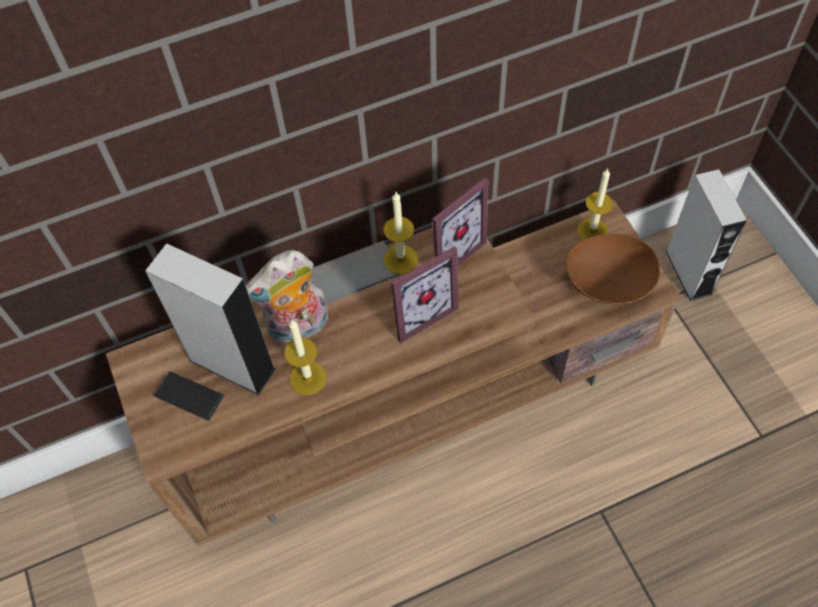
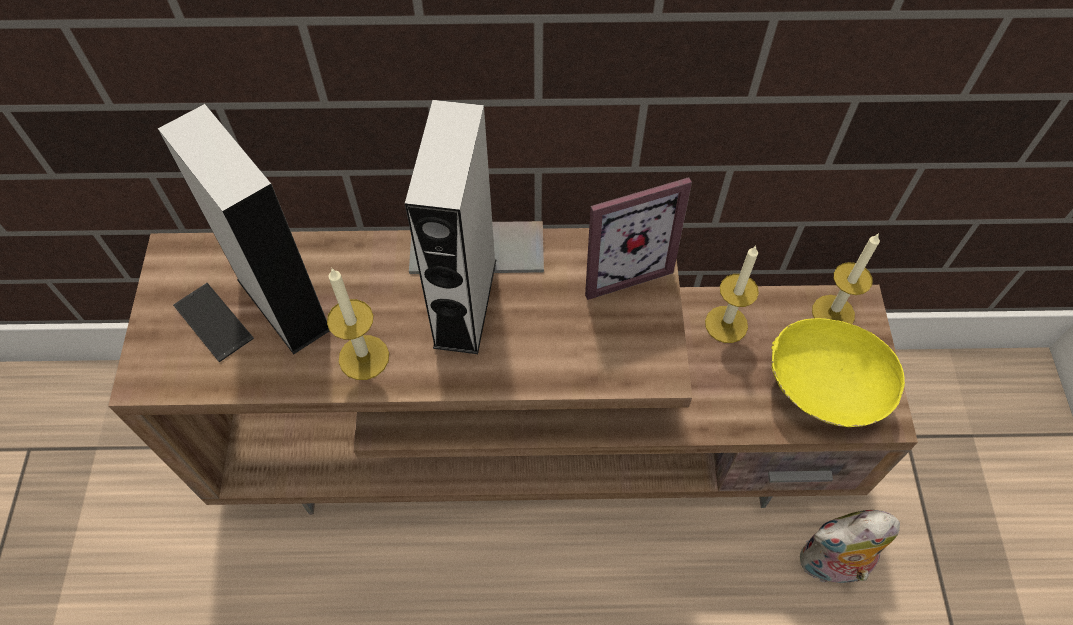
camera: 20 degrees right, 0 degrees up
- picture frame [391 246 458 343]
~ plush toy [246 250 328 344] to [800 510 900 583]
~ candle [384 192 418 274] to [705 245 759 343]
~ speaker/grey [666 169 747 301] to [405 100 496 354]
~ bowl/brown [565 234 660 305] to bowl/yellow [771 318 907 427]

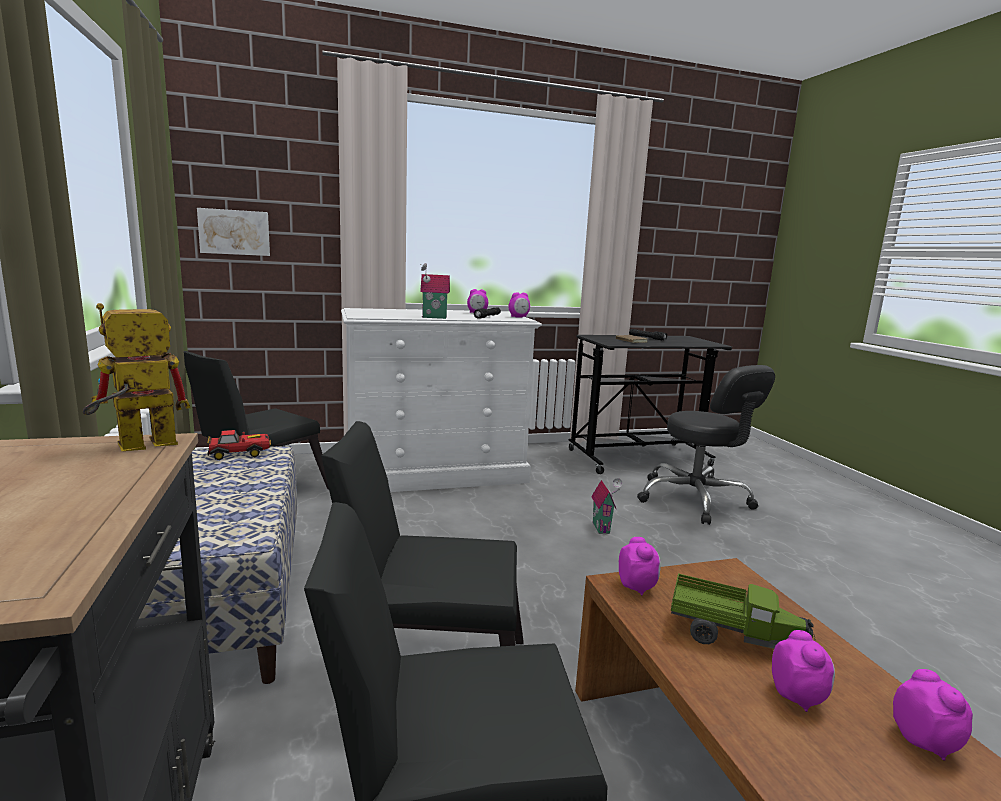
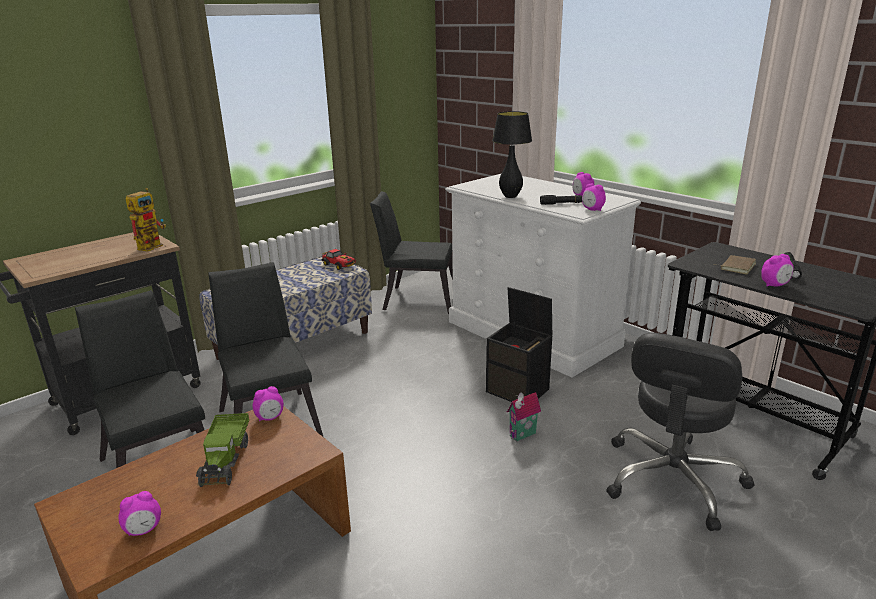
camera: 65 degrees right, 10 degrees up
- picture [197 208 270 256]
+ storage box/black [486 287 552 402]
~ alarm clock [772 630 835 712] to [761 254 794 287]
~ toy house [420 263 450 319] to table lamp/black [492 111 532 198]
~ toy robot [83 303 190 451] = [126 188 166 252] 90 degrees clockwise

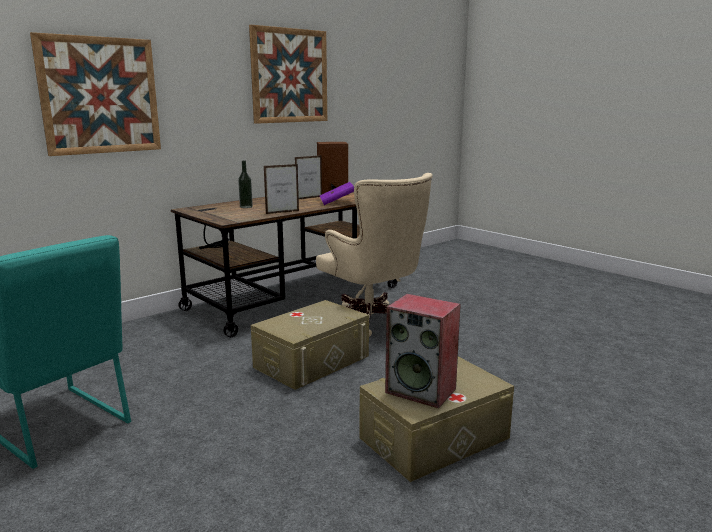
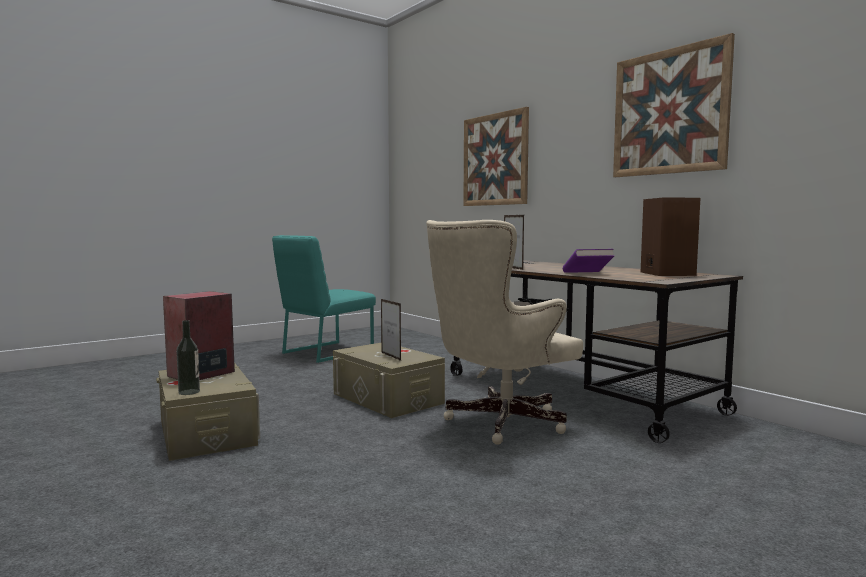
camera: 95 degrees right, 10 degrees down
~ bottle [238 161 253 208] to [176 320 200 395]
~ picture frame [295 155 322 199] to [381 299 401 361]

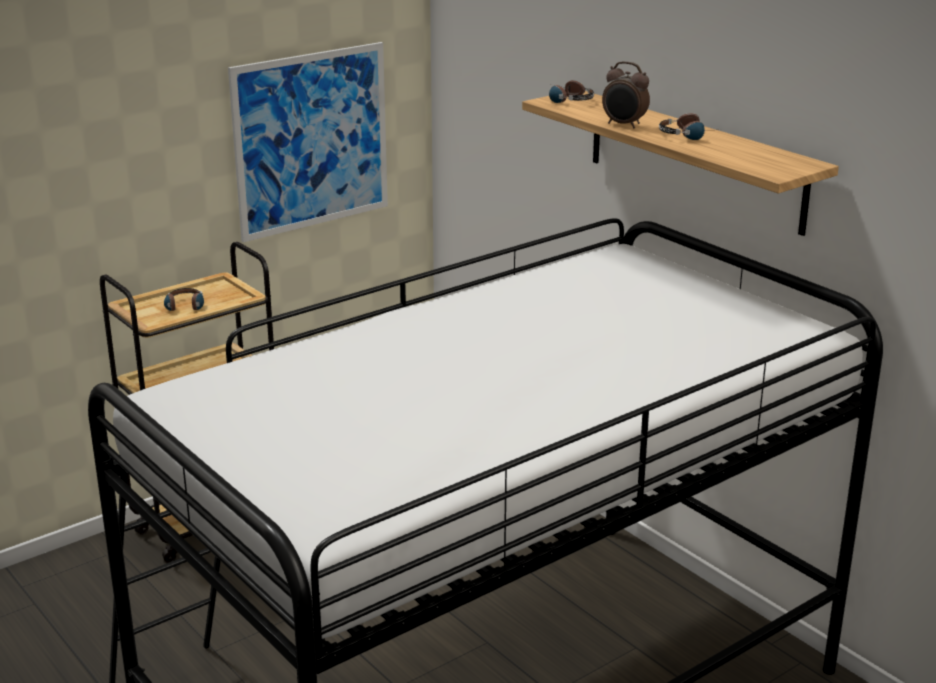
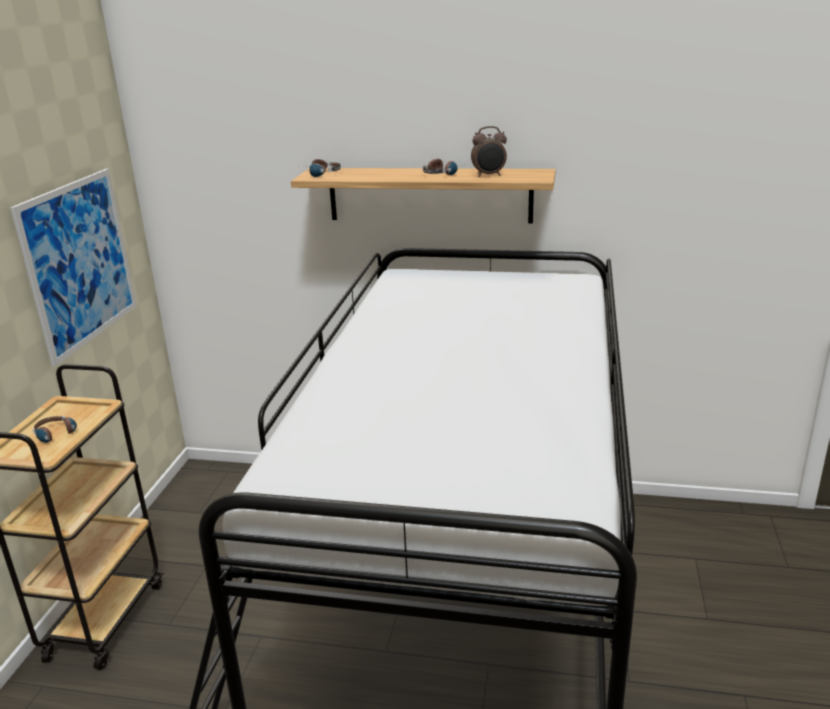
camera: 40 degrees left, 0 degrees up
~ alarm clock [602 61 650 128] to [471 126 507 177]

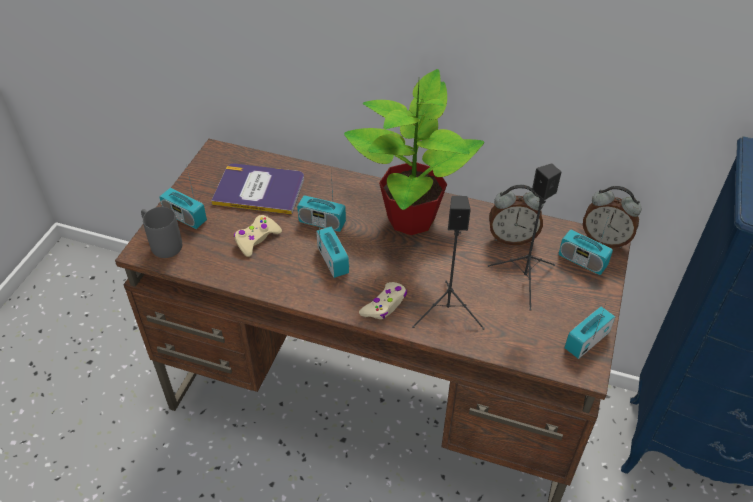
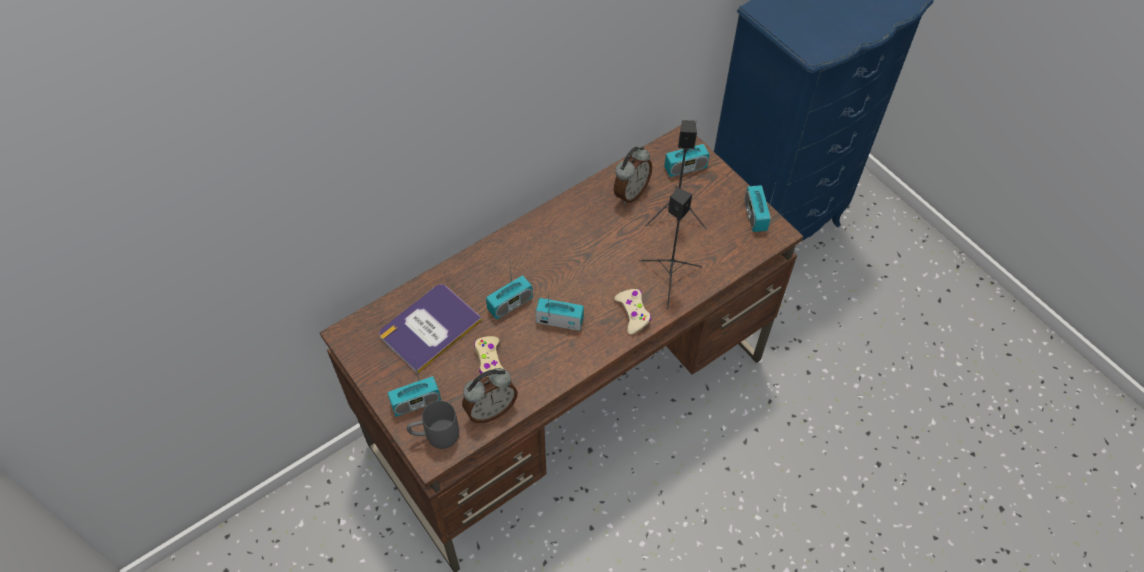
camera: 55 degrees left, 10 degrees up
- potted plant [344 69 484 235]
~ alarm clock [583 186 641 248] to [462 368 518 423]

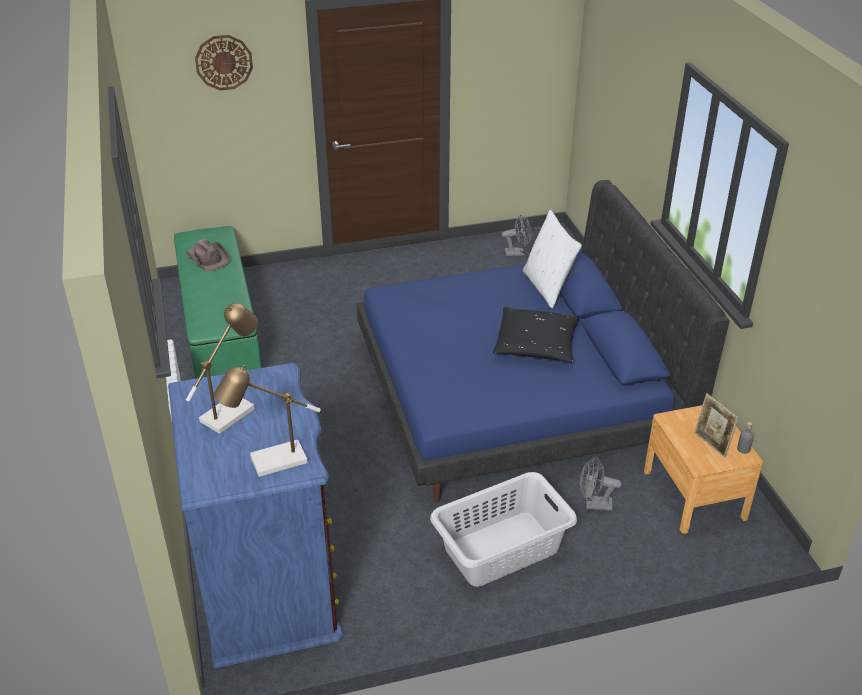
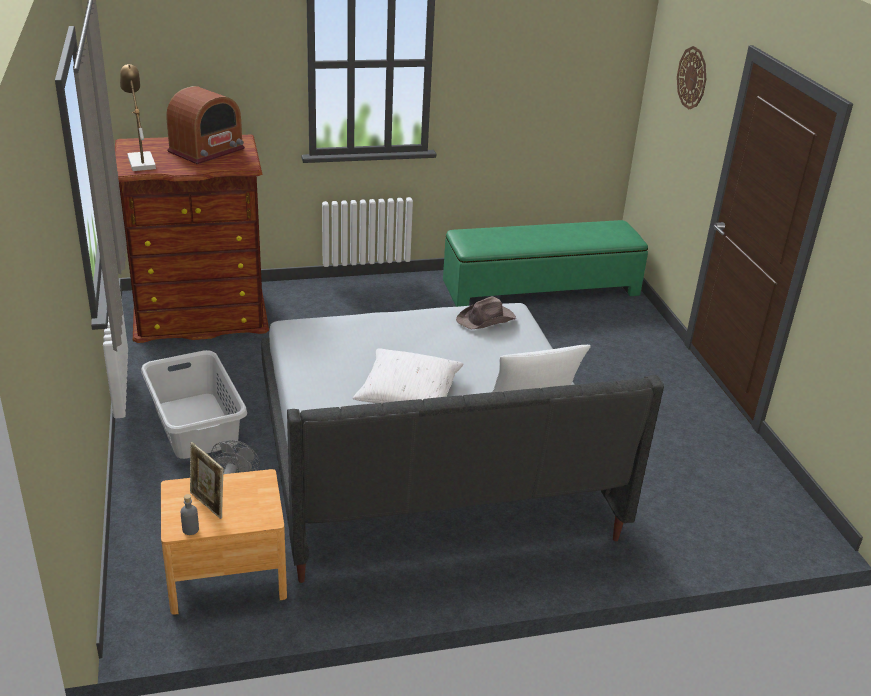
camera: 90 degrees right, 5 degrees down
- fan/grey [502 214 532 256]
~ hat/brown [186 239 230 272] to [456 296 516 330]
~ table lamp [186 303 258 434] to radio [166 86 245 165]
~ dresser/blue [168 363 344 669] to dresser/brown [115 135 269 343]
~ bed/blue [357 180 730 503] to bed/grey [261 303 664 583]
~ pillow/black [493 307 579 363] to pillow/white [353 348 463 404]
~ picture frame [694 393 739 458] = [190 442 223 519] 105 degrees counterclockwise

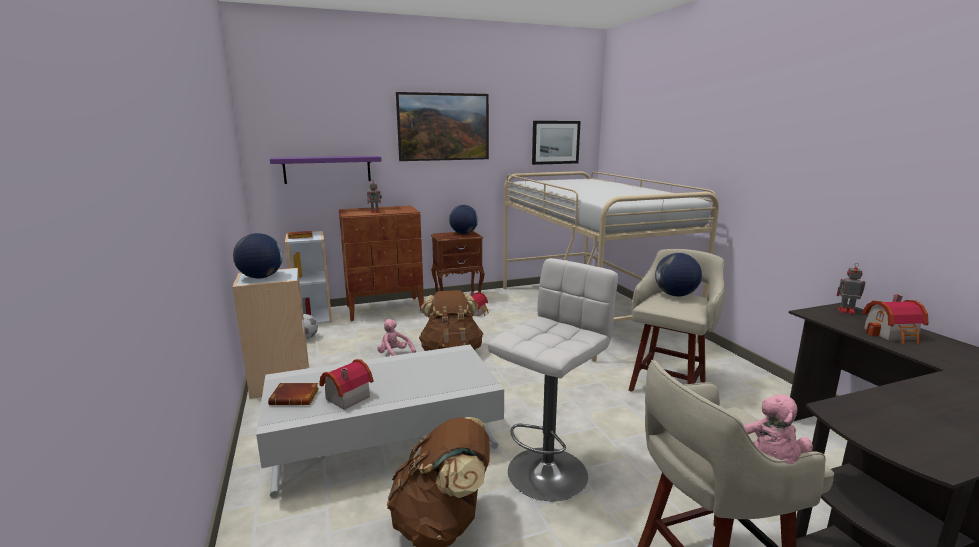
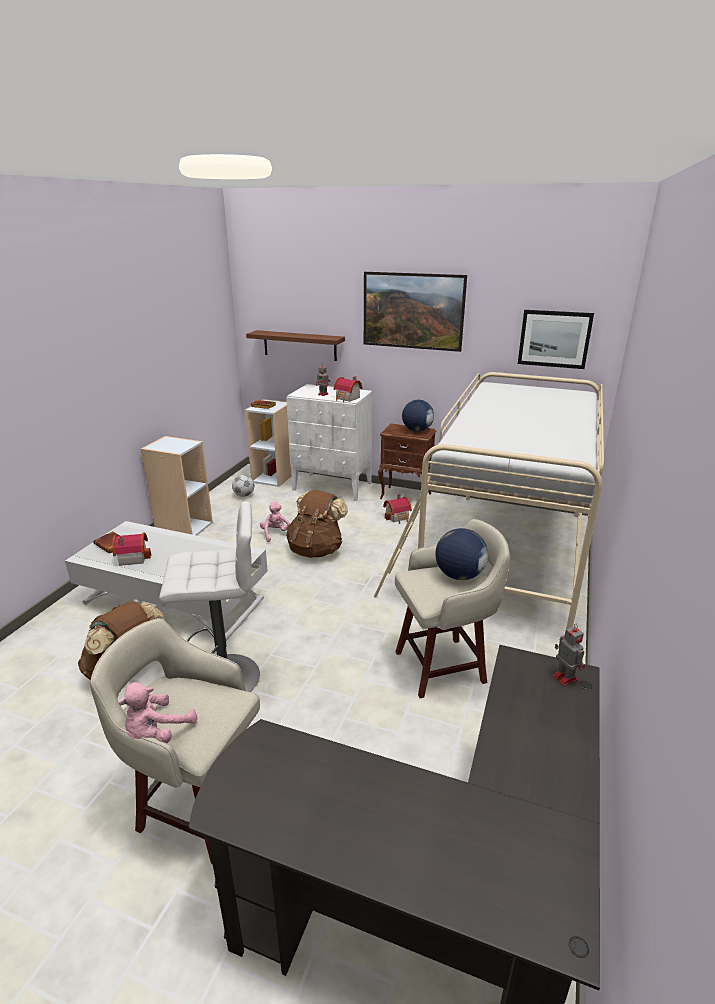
camera: 40 degrees right, 10 degrees up
- globe [233 233 283 278]
~ toy house [862 294 929 344] to [333 376 363 402]
~ shelf/purple [270 156 382 184] to shelf/brown [246 330 345 361]
~ dresser/brown [339 205 424 321] to dresser/white [286 384 373 501]

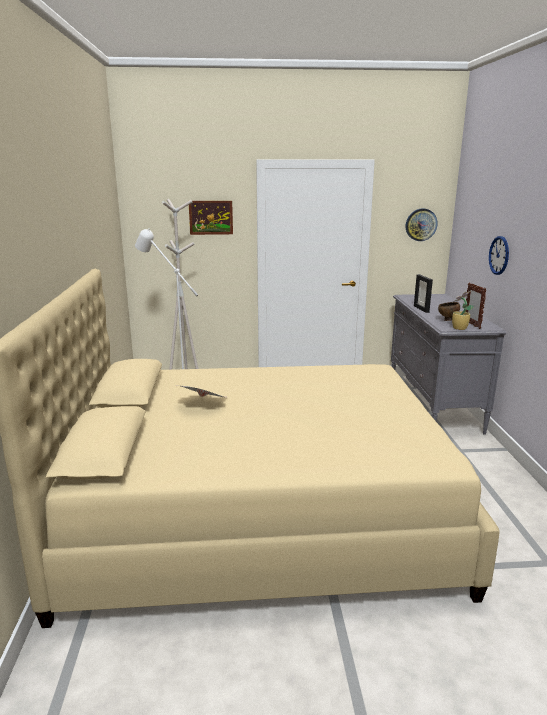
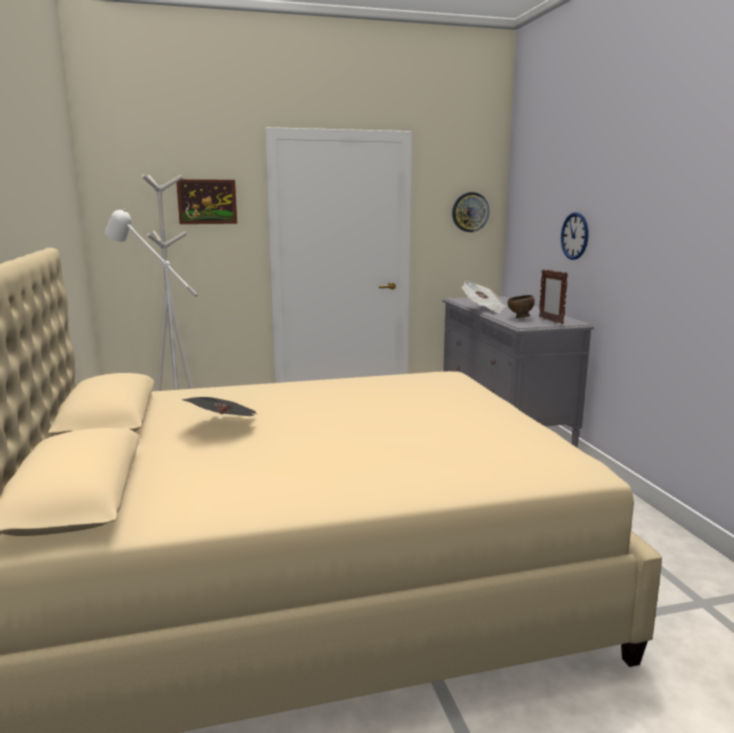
camera: 10 degrees left, 5 degrees down
- potted plant [452 291 474 330]
~ picture frame [414 274 433 313] to newspaper [462 281 506 313]

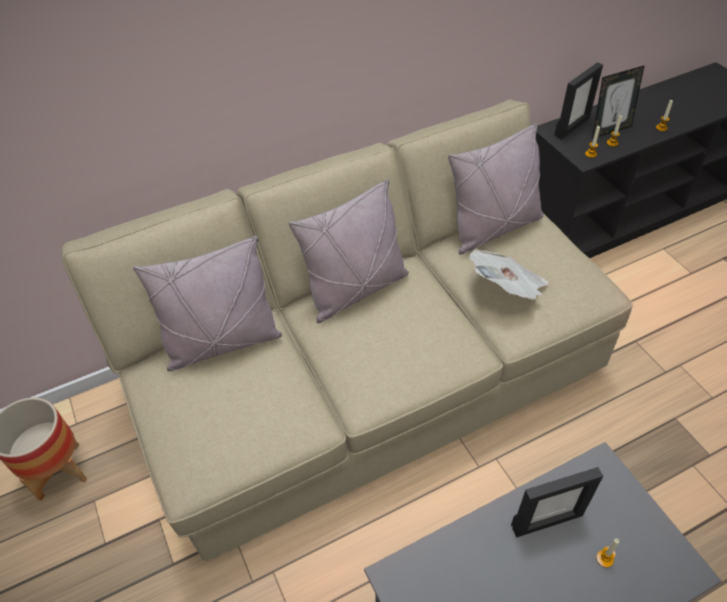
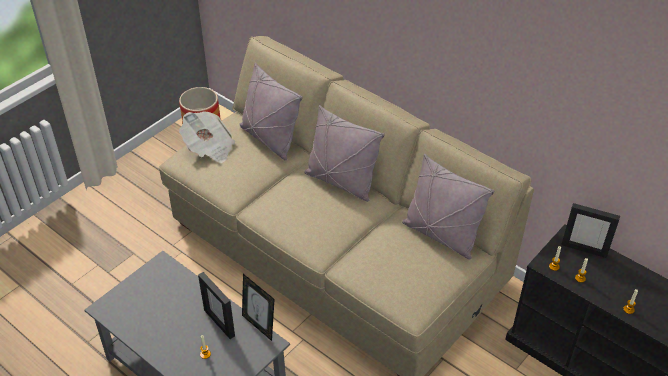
camera: 65 degrees right, 5 degrees down
~ newspaper [469 249 548 300] to [179 111 235 163]
~ picture frame [592 65 645 139] to [242 274 275 341]

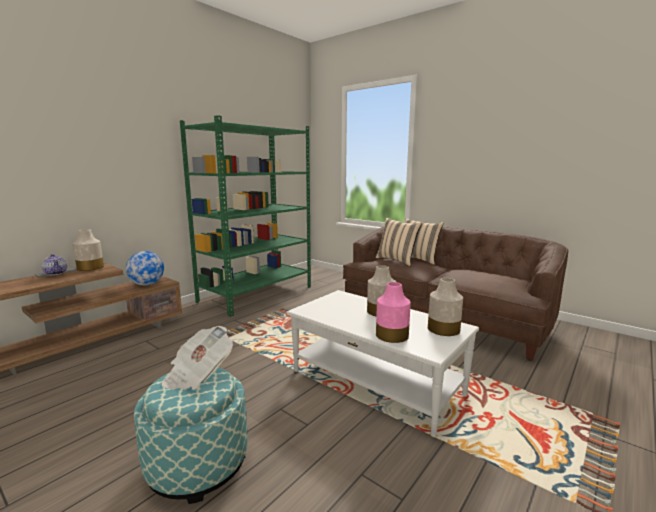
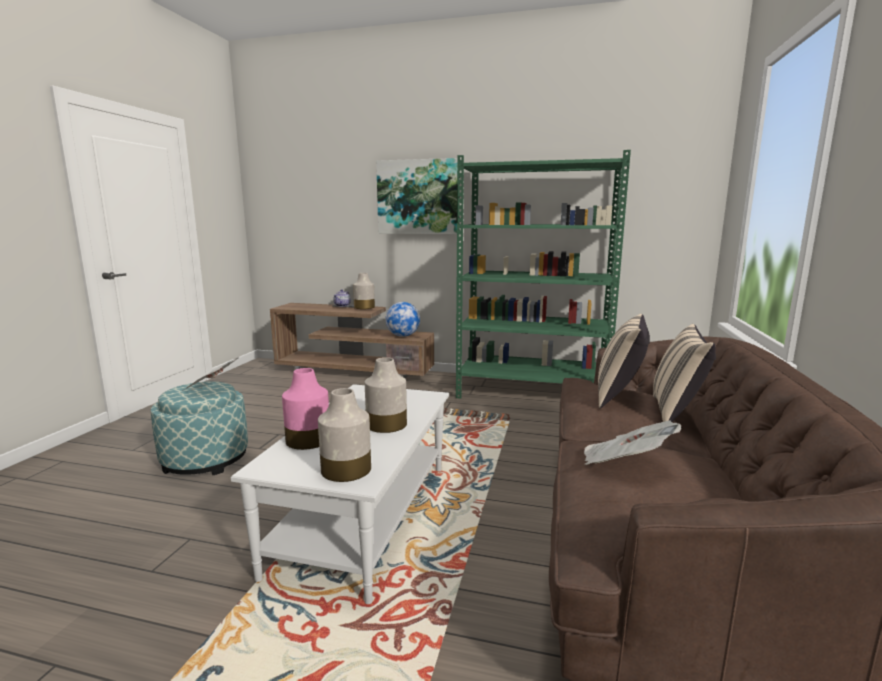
camera: 65 degrees right, 0 degrees up
+ picture [376 158 457 234]
+ newspaper [584 420 681 465]

